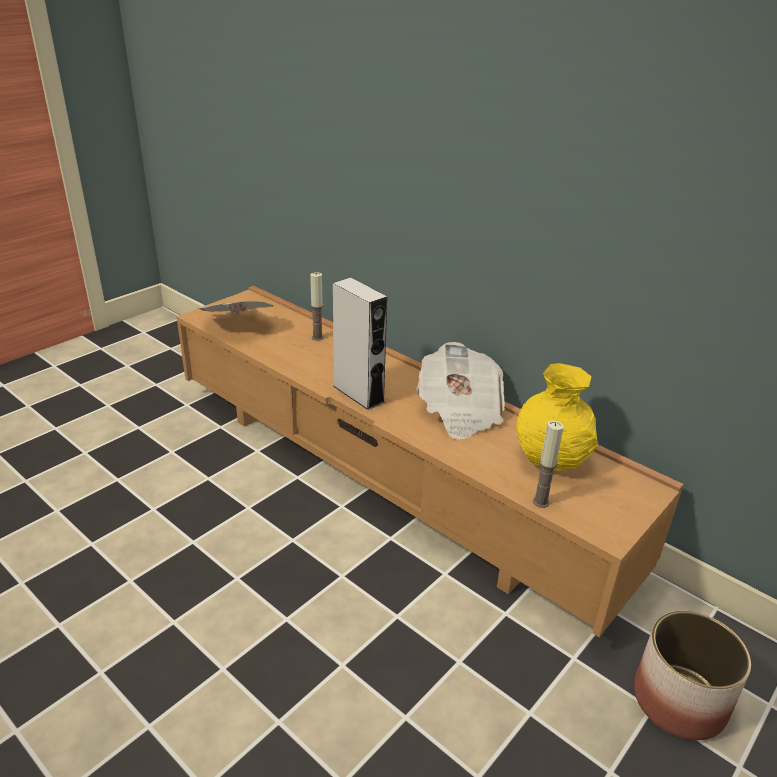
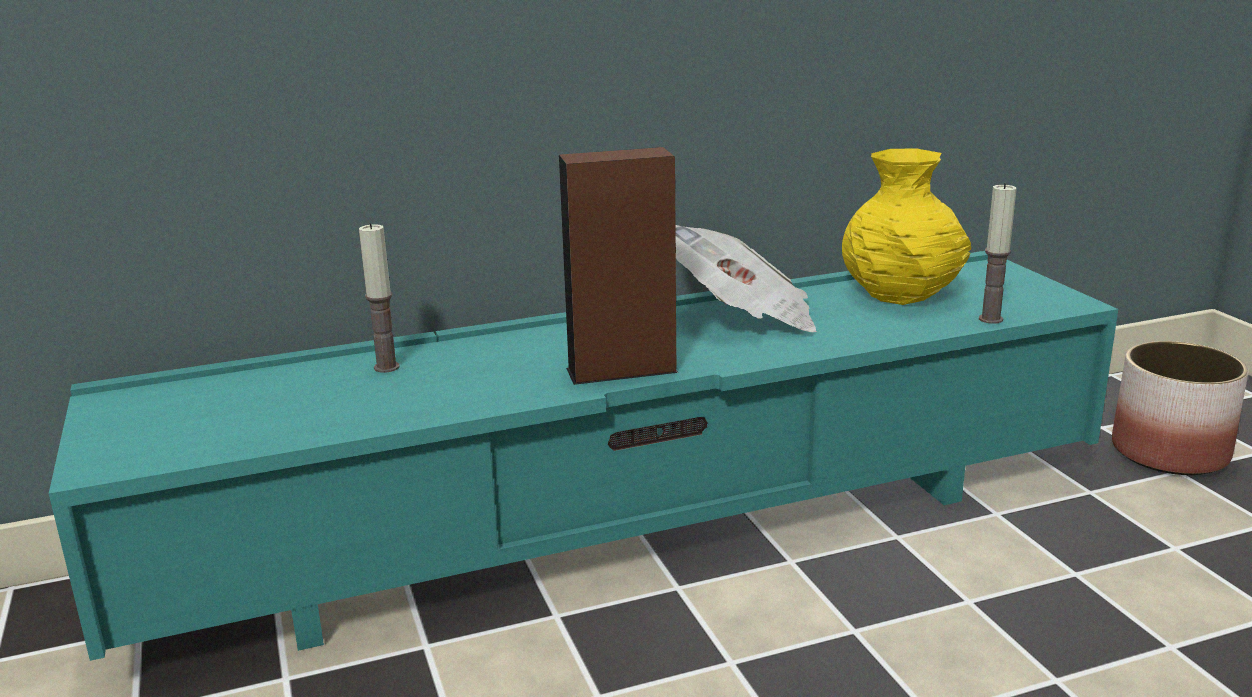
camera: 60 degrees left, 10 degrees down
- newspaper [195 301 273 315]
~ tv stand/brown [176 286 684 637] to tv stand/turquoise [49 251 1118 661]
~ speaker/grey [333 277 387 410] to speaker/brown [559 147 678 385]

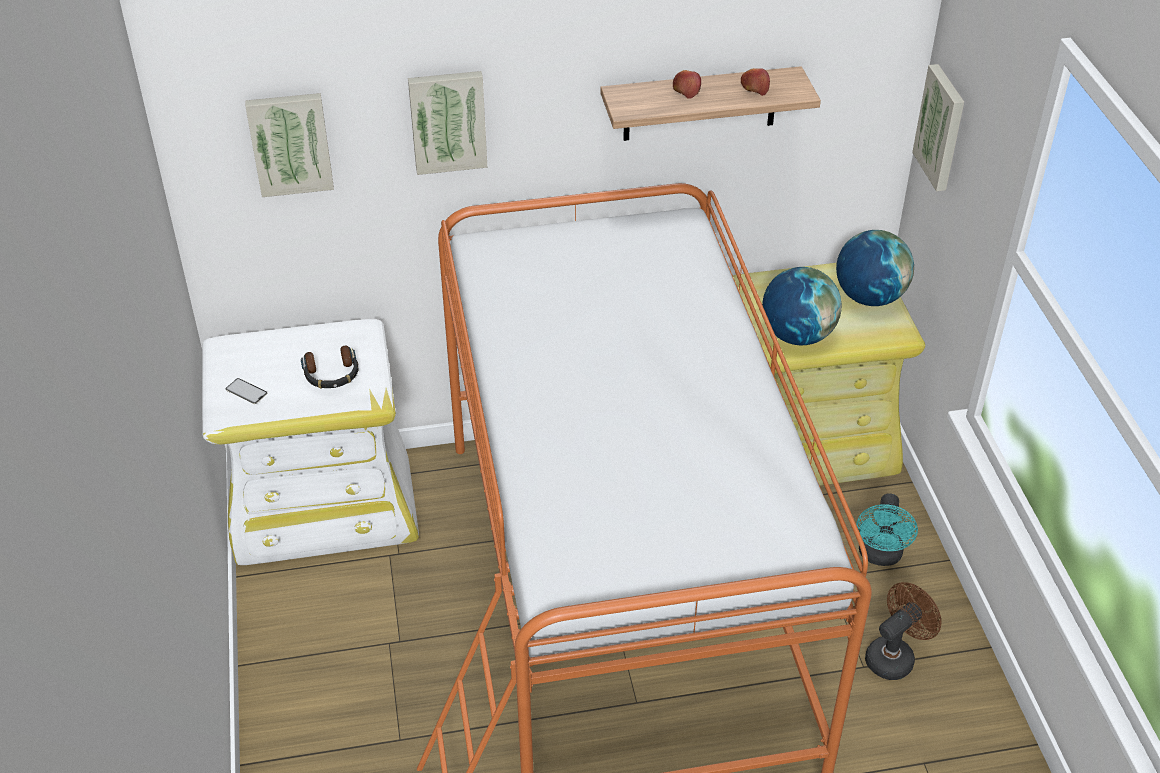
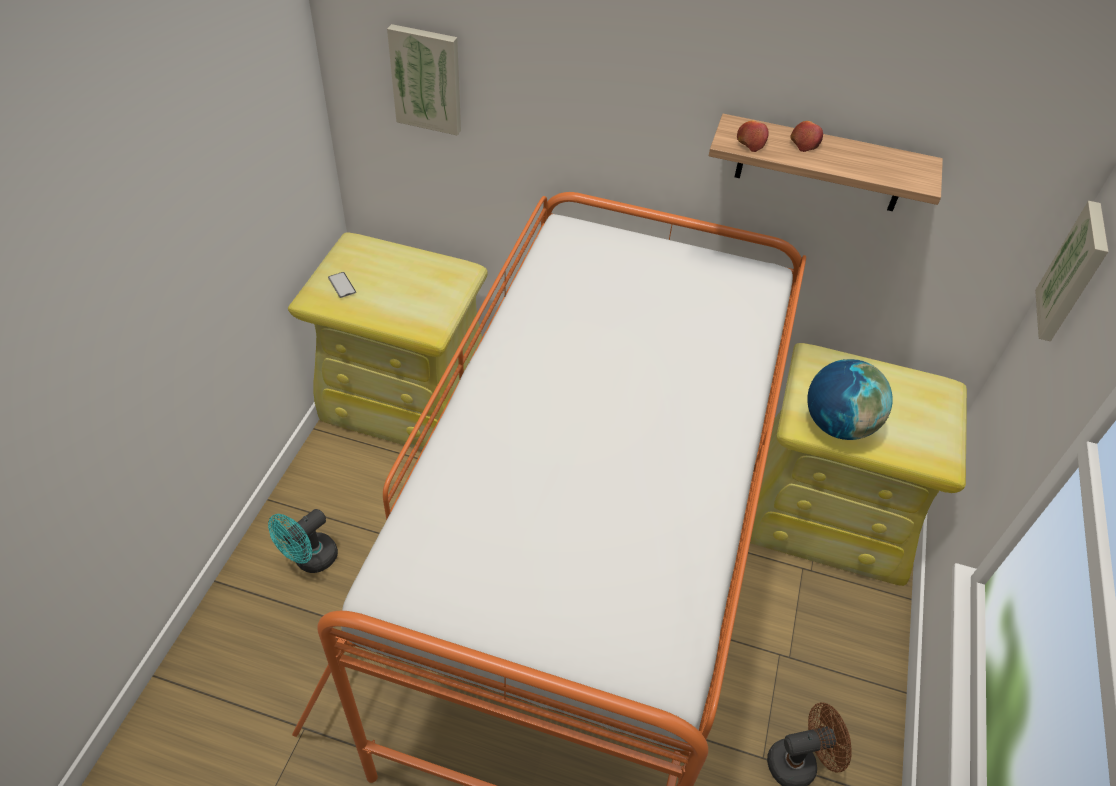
camera: 25 degrees right, 5 degrees up
- headphones [301 346 359 389]
- picture [408 71 487 175]
- globe [836 230 914 306]
~ apple [741 68 770 96] to [737 120 769 152]
~ fan/turquoise [856 493 918 566] to [268 509 338 573]
~ nightstand/white [202 319 419 565] to nightstand/yellow [288 232 488 450]

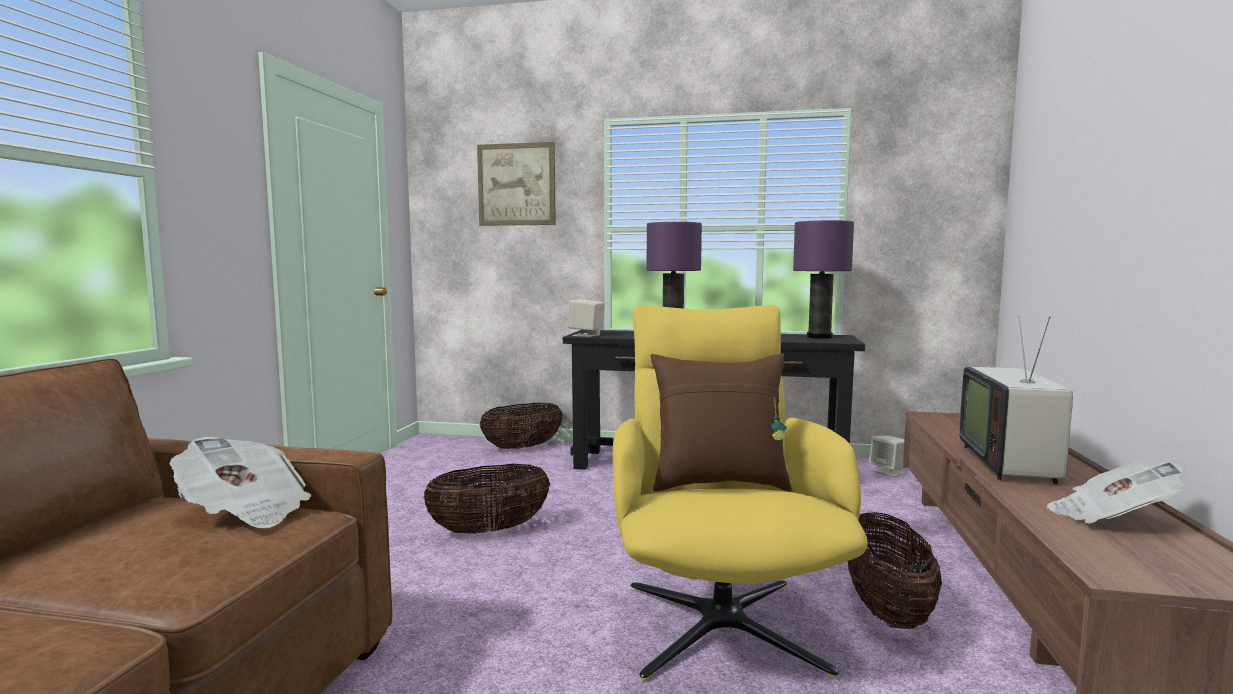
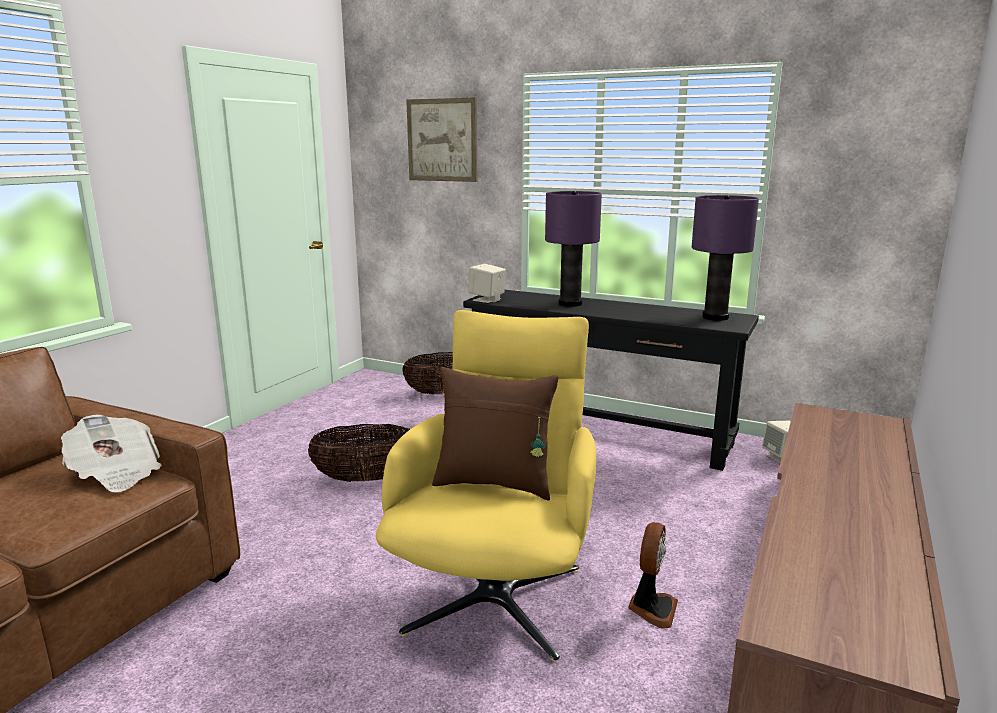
camera: 15 degrees right, 10 degrees up
- television [959 316 1073 484]
- newspaper [1047 461 1185 523]
~ basket [848 512 942 629] to fan [628 522 678 629]

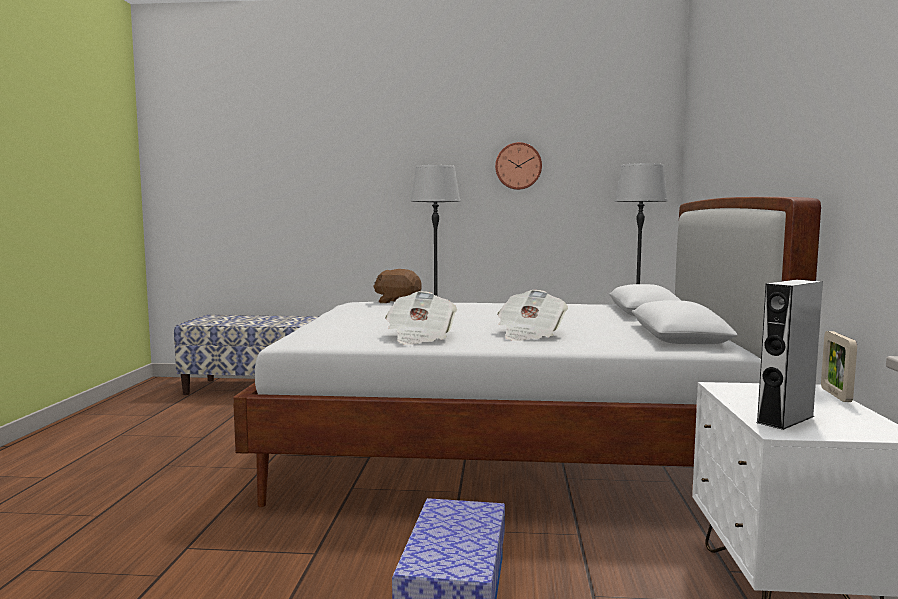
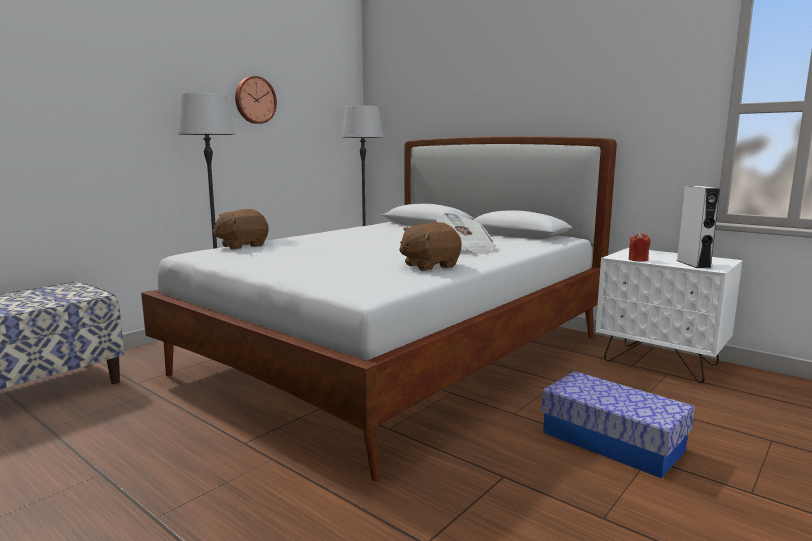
camera: 55 degrees left, 5 degrees up
- picture frame [821 331 857 402]
+ candle/red [628 232 650 261]
~ newspaper [385 291 457 345] to plush toy/brown [399 222 462 271]

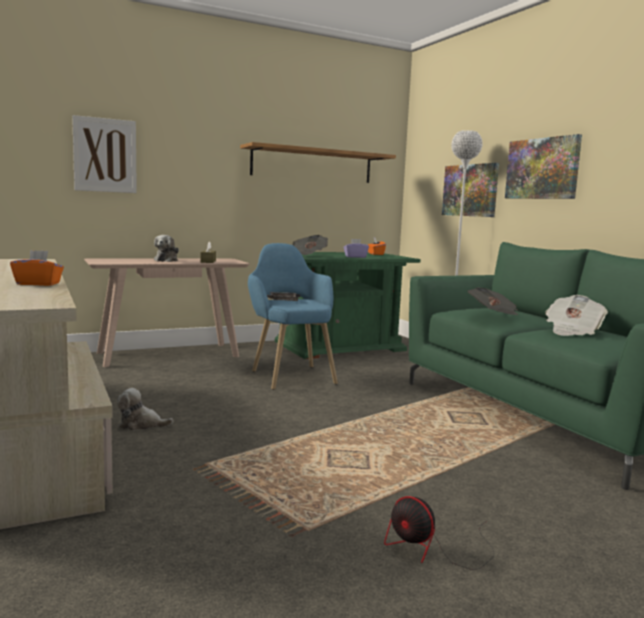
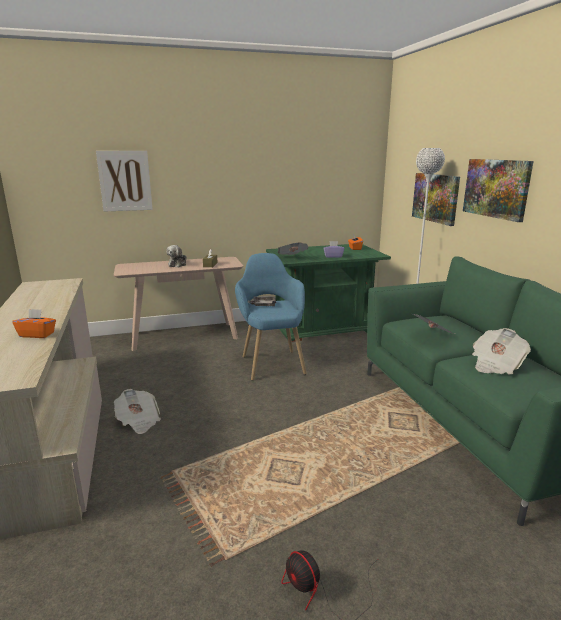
camera: 10 degrees right, 10 degrees up
- shelf [240 142 396 183]
~ plush toy [117 388 173 431] to newspaper [114 389 161 434]

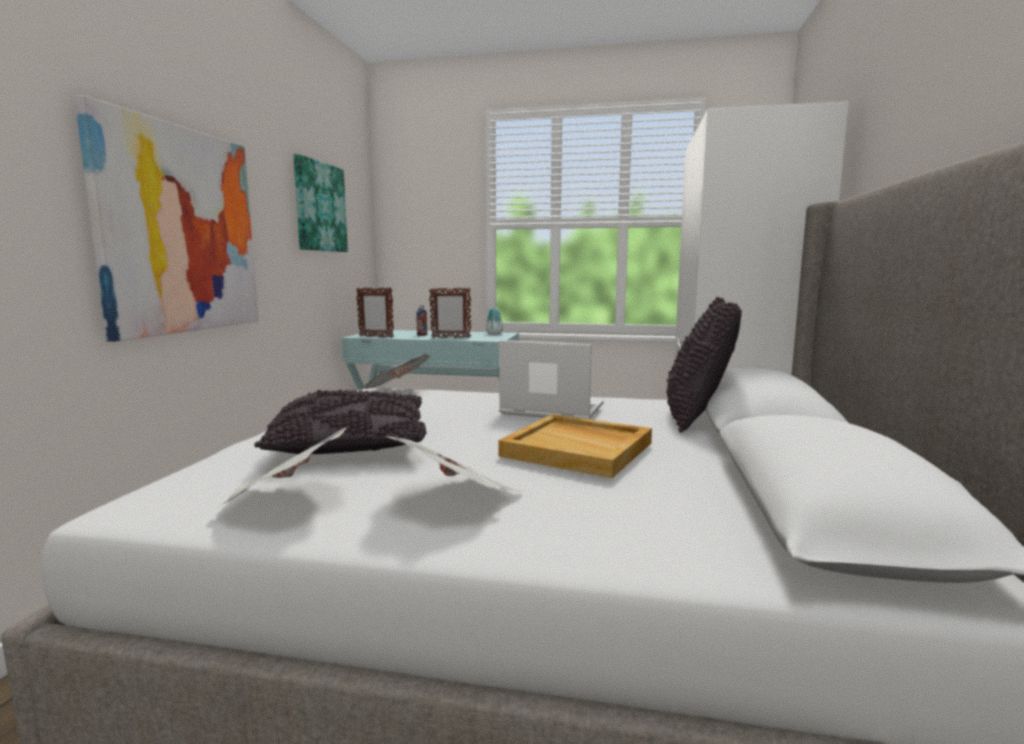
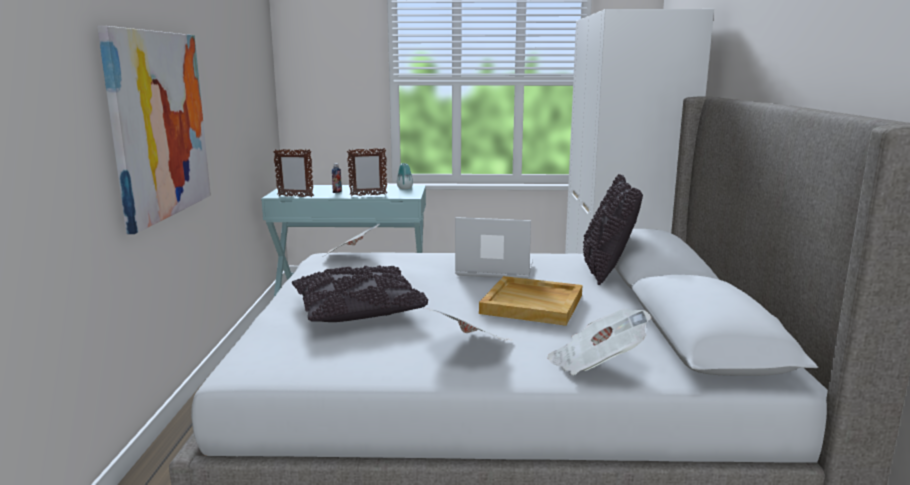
camera: 10 degrees left, 5 degrees up
- picture [293 154 348 252]
~ newspaper [218 428 347 507] to [547 309 652 375]

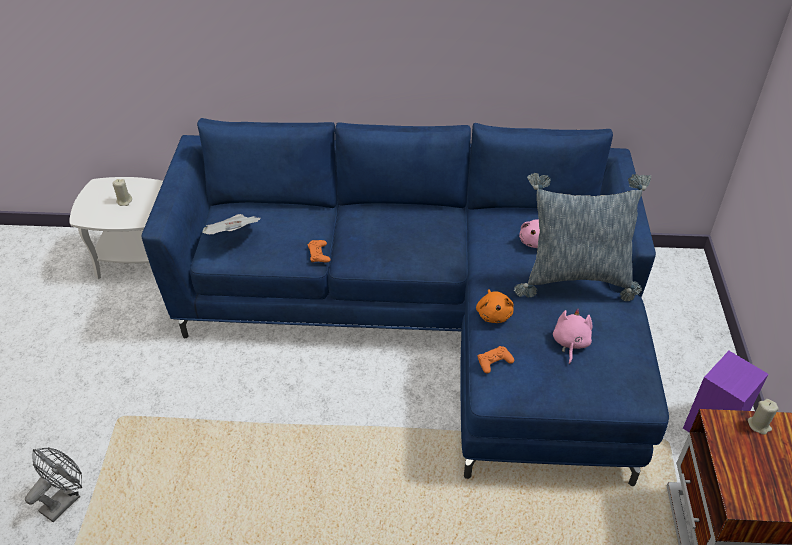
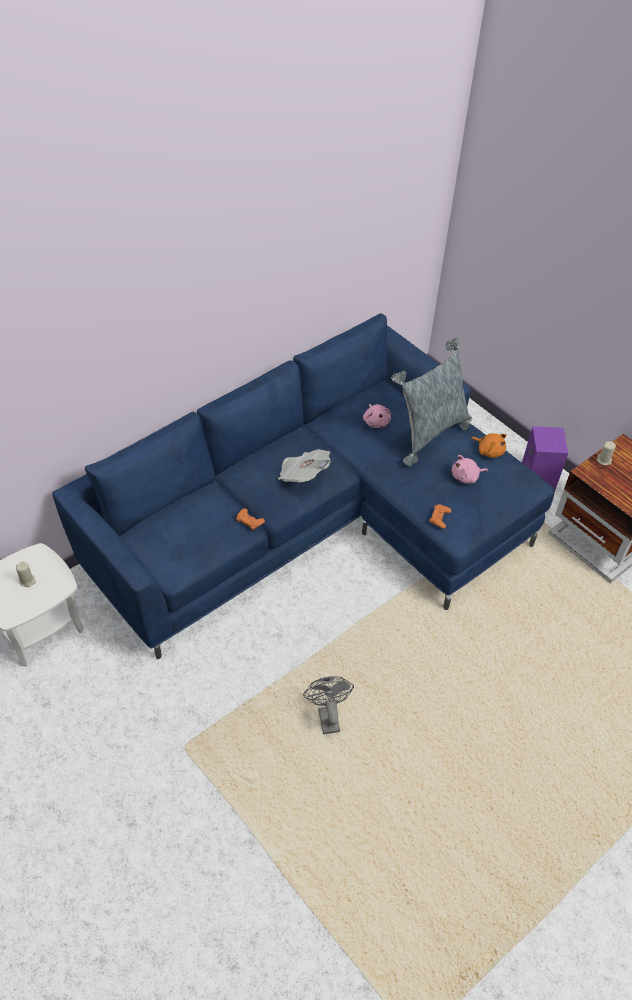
camera: 45 degrees left, 5 degrees up
~ fan/grey [25 447 82 522] to [303 676 354 734]
~ newspaper [202 214 261 234] to [278 449 331 482]
~ plush toy/orange [476 289 514 323] to [471 433 507 458]
~ plush toy/pink [553 308 592 364] = [452 455 488 484] 75 degrees counterclockwise

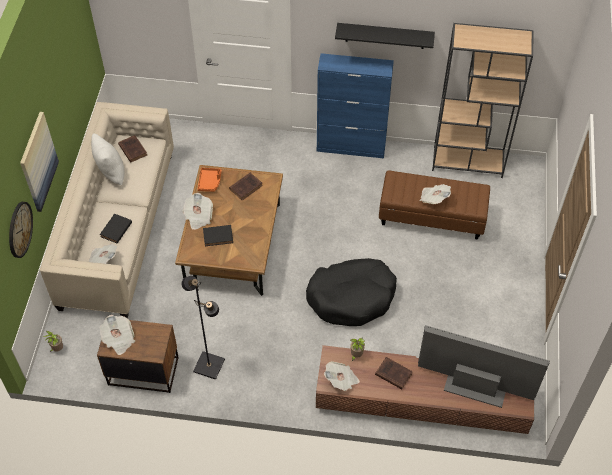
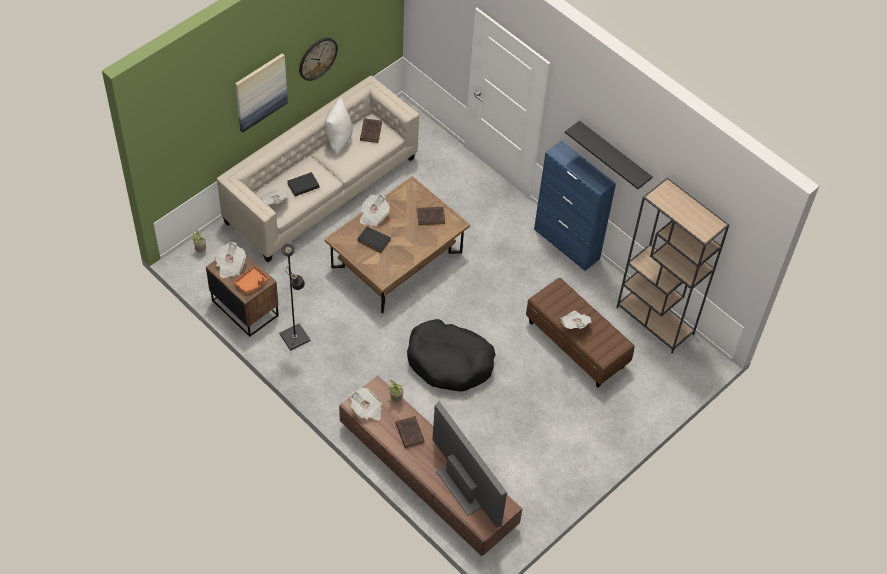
camera: 35 degrees right, 0 degrees up
~ wall clock [9 202 33 258] to [299 38 338 81]
~ tray/orange [198 168 222 192] to [234 266 269 294]

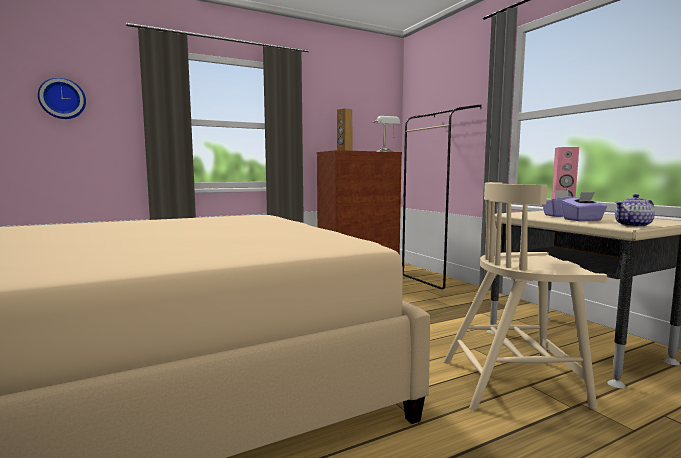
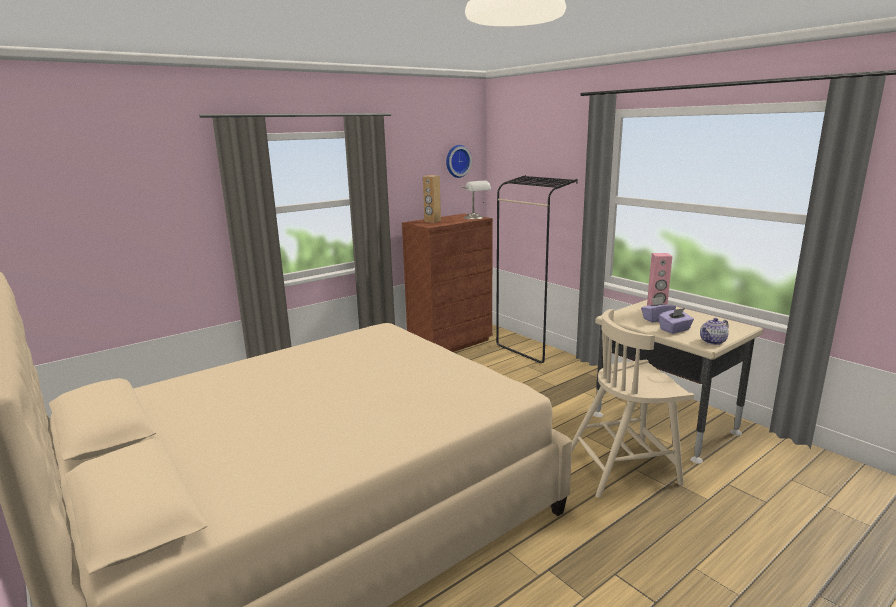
camera: 10 degrees left, 10 degrees up
~ wall clock [38 77 86 119] to [446 145 472 178]

